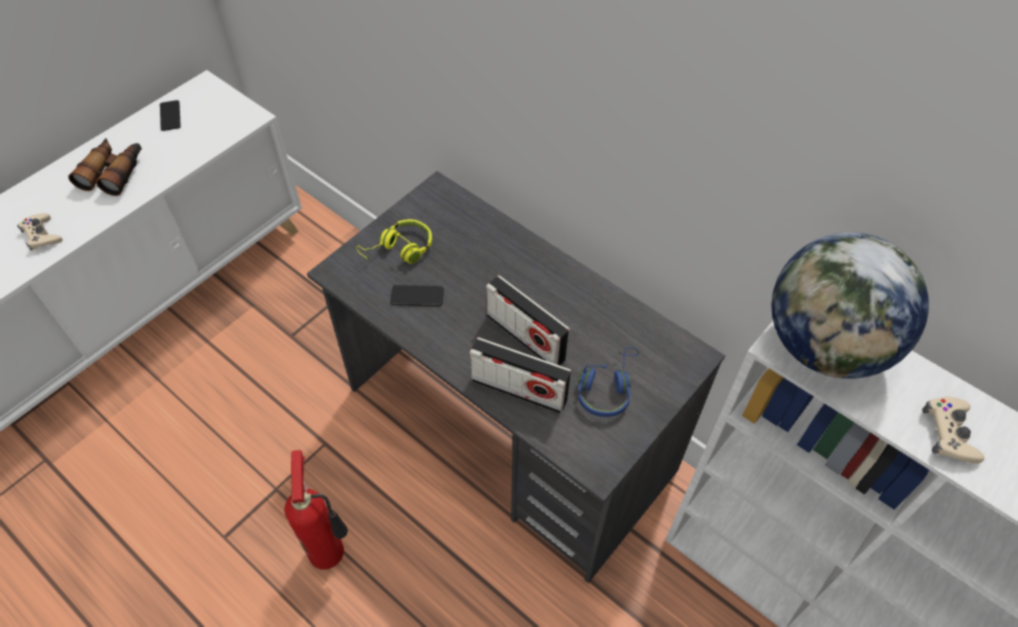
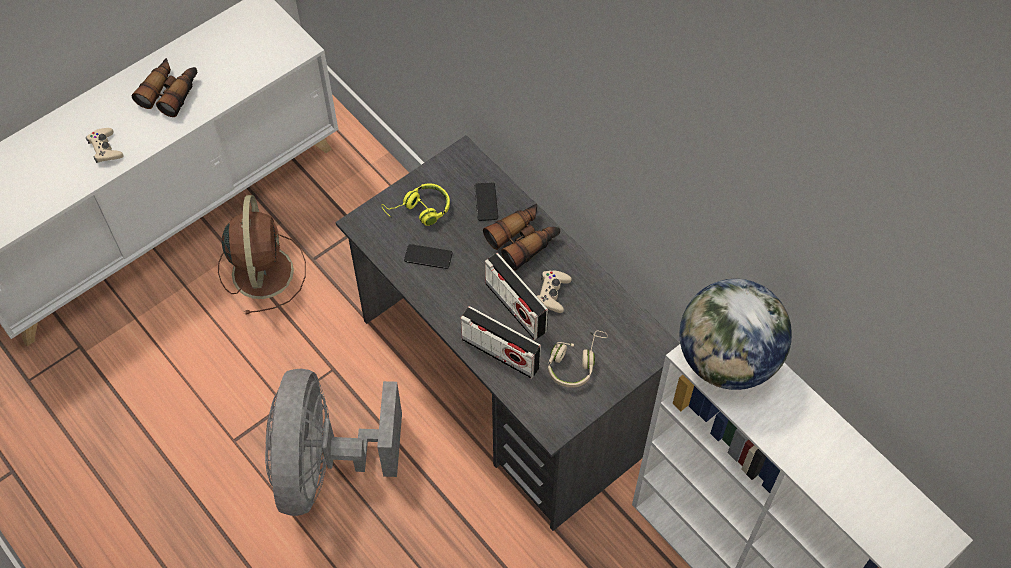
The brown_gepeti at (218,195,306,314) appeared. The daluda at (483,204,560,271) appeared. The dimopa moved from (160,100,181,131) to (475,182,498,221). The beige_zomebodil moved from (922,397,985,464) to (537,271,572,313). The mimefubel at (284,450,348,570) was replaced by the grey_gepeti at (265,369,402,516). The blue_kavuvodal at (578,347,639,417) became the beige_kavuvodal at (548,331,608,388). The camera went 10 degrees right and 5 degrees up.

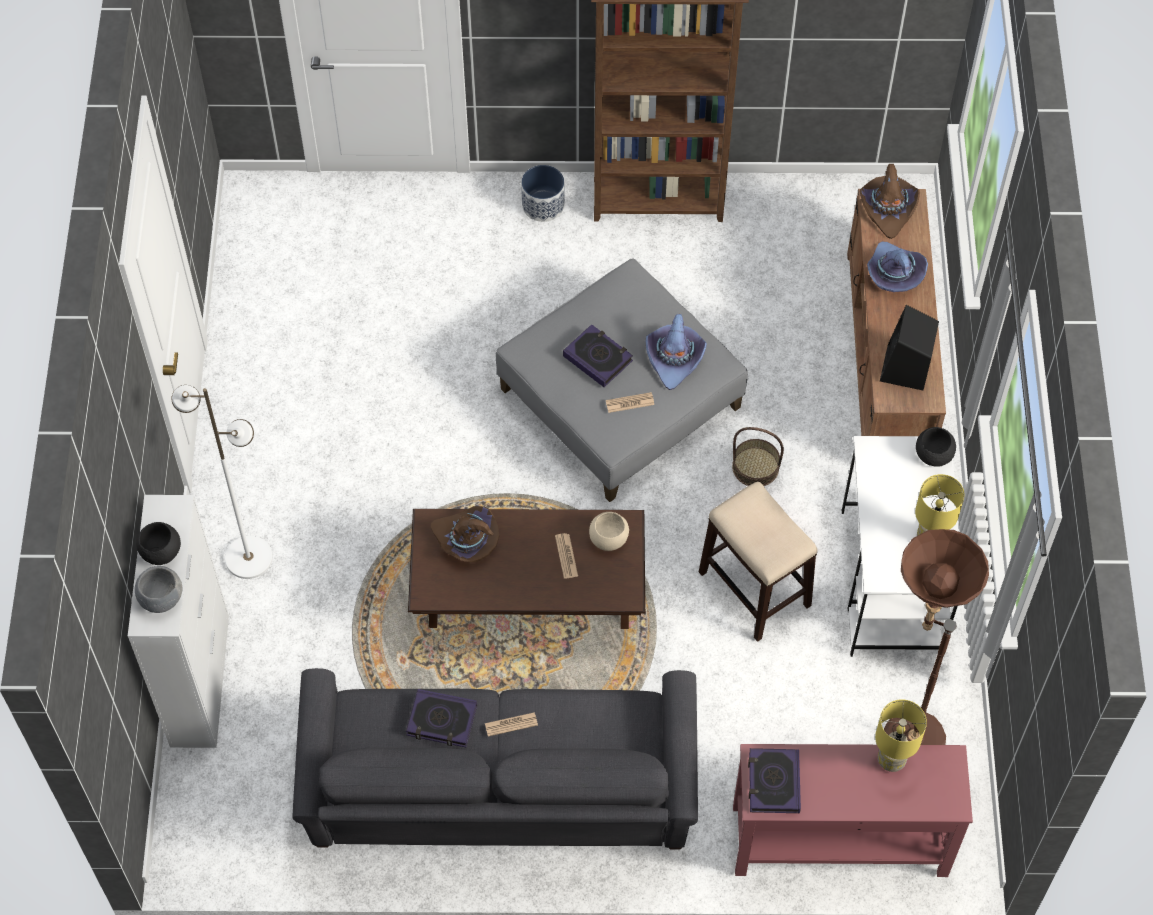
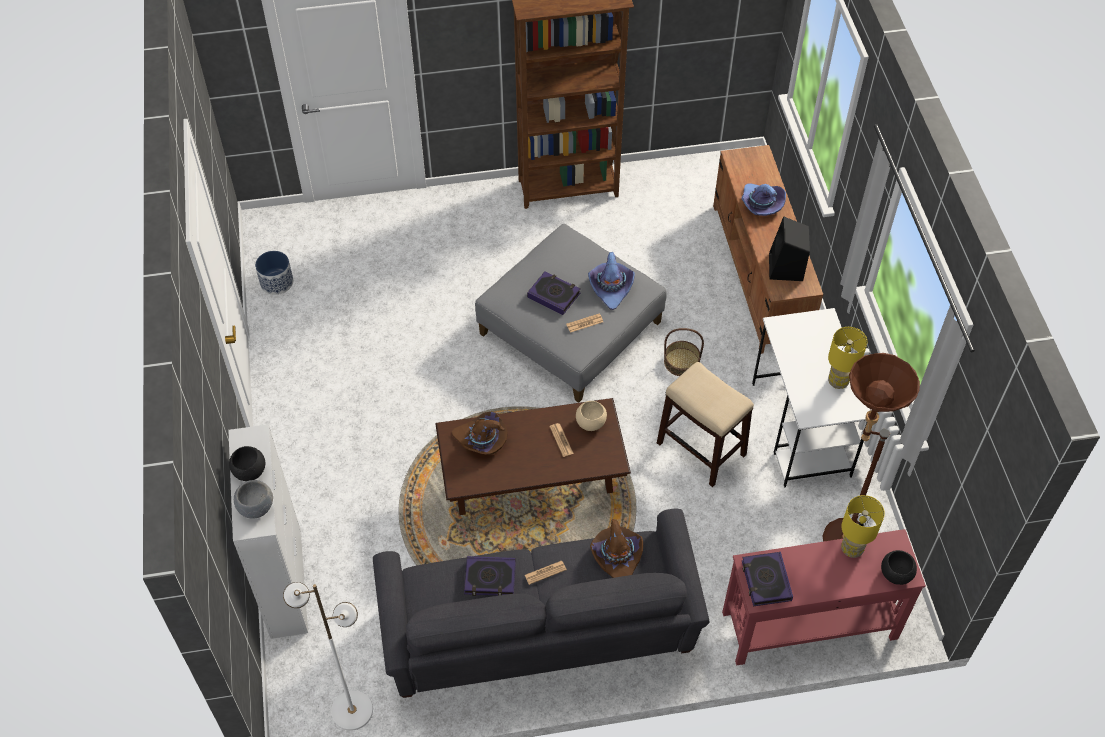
The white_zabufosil moved from (171,385,273,579) to (283,582,373,731). The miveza moved from (521,165,565,222) to (255,251,293,295). The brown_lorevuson moved from (860,164,920,239) to (590,519,643,578). The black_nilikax moved from (916,427,956,467) to (881,550,917,585). The camera went 10 degrees left and 5 degrees down.

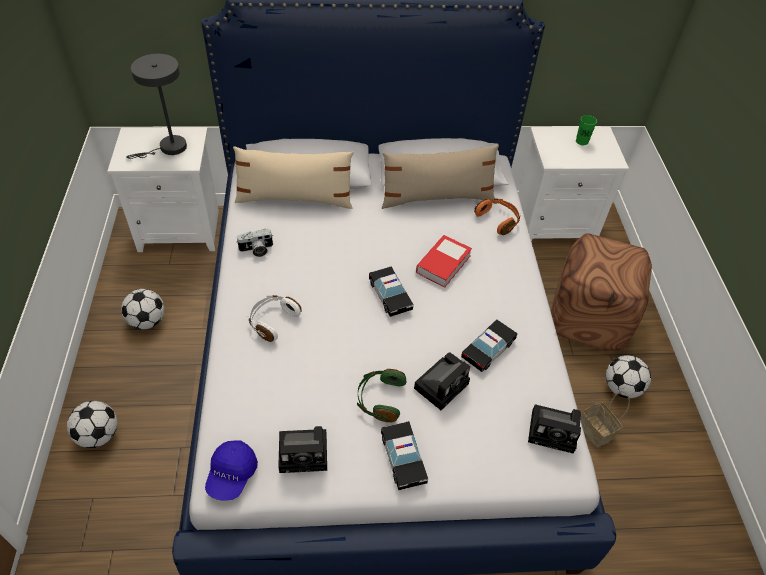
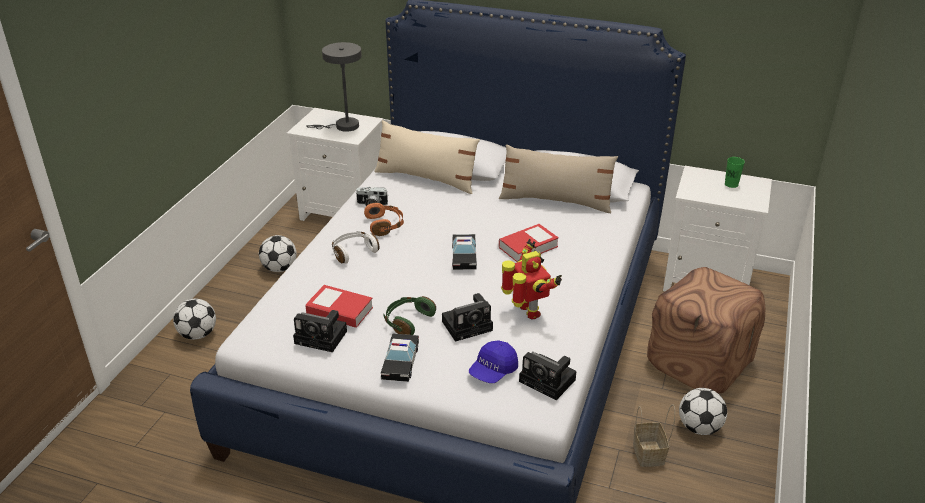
The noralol at (305,285,373,328) appeared. The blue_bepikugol moved from (205,441,258,500) to (469,340,518,383). The orange_kavuvodal moved from (474,198,521,235) to (364,202,404,236). The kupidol at (461,319,518,372) was replaced by the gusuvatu at (501,239,562,320). The camera went 25 degrees right and 15 degrees down.

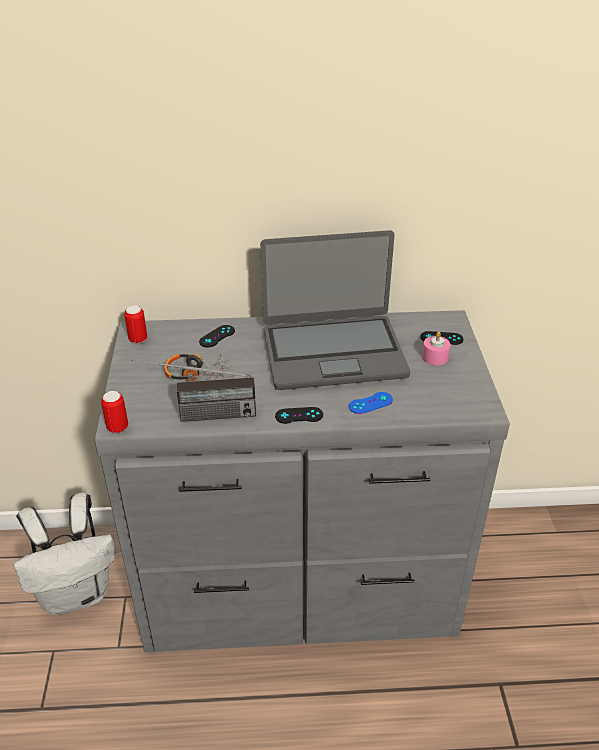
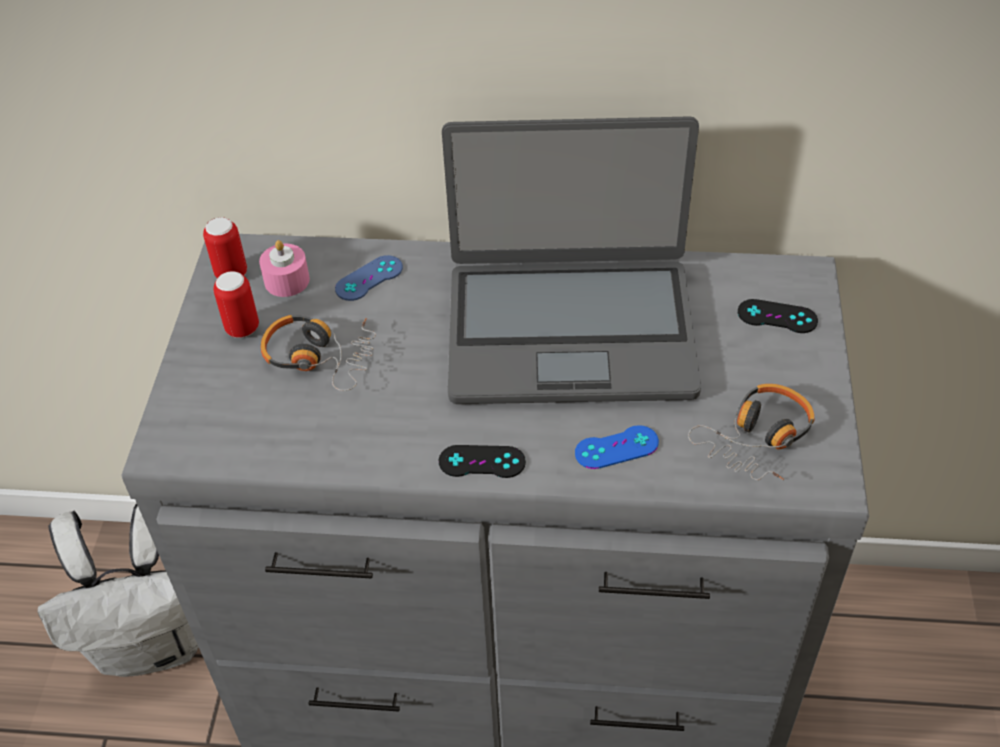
The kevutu at (131,360,256,422) disappeared. The kavuvodal at (688,384,814,480) appeared. The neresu moved from (101,391,128,433) to (213,271,259,338). The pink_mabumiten moved from (422,332,450,365) to (259,240,310,297). The black_zomebodil at (199,325,235,347) became the blue_zomebodil at (335,255,403,301). The camera went 10 degrees right and 10 degrees up.

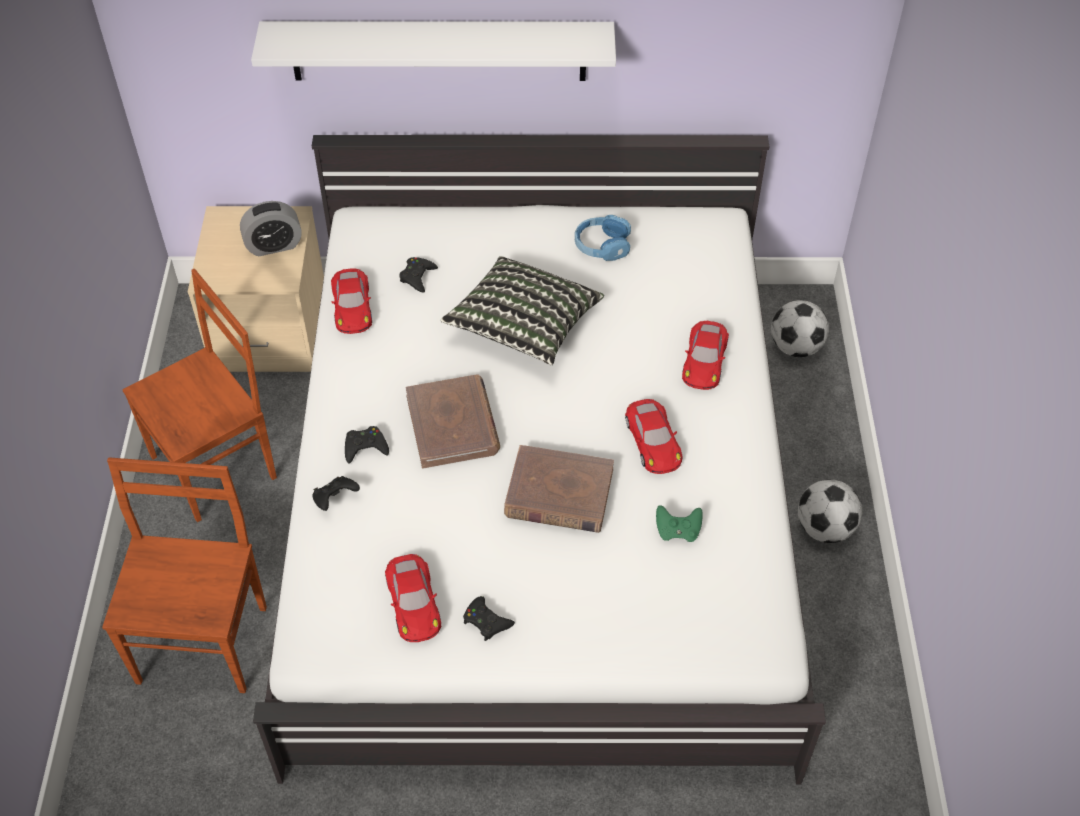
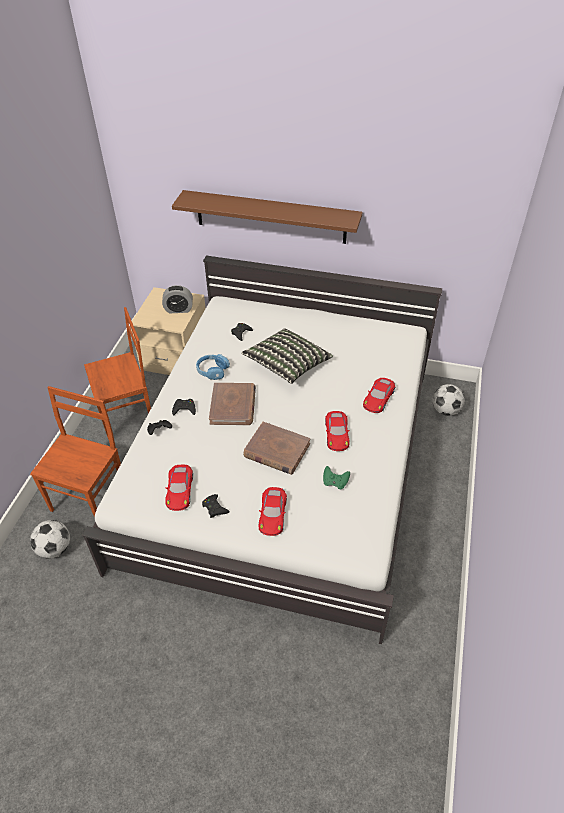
The red_kupidol moved from (331,268,372,334) to (259,487,287,536). The blue_kavuvodal moved from (575,215,631,261) to (196,354,230,380). The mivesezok moved from (798,479,862,543) to (30,520,70,559). The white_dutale at (251,21,616,81) became the brown_dutale at (172,190,362,244). The camera went 15 degrees right and 5 degrees down.

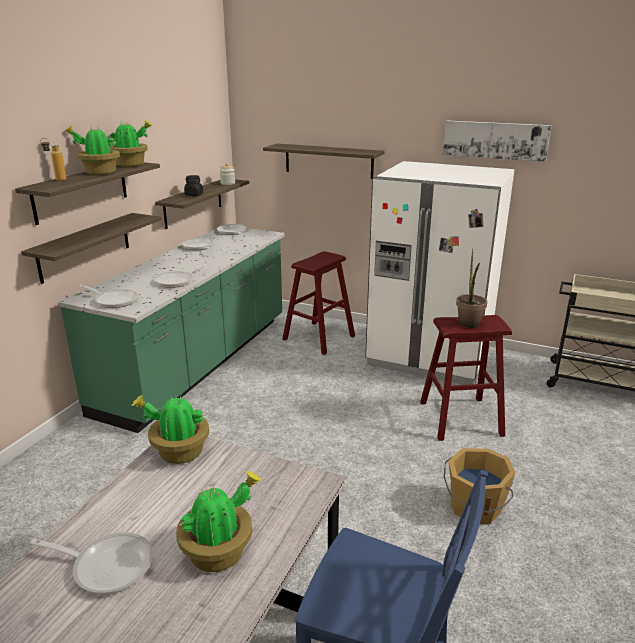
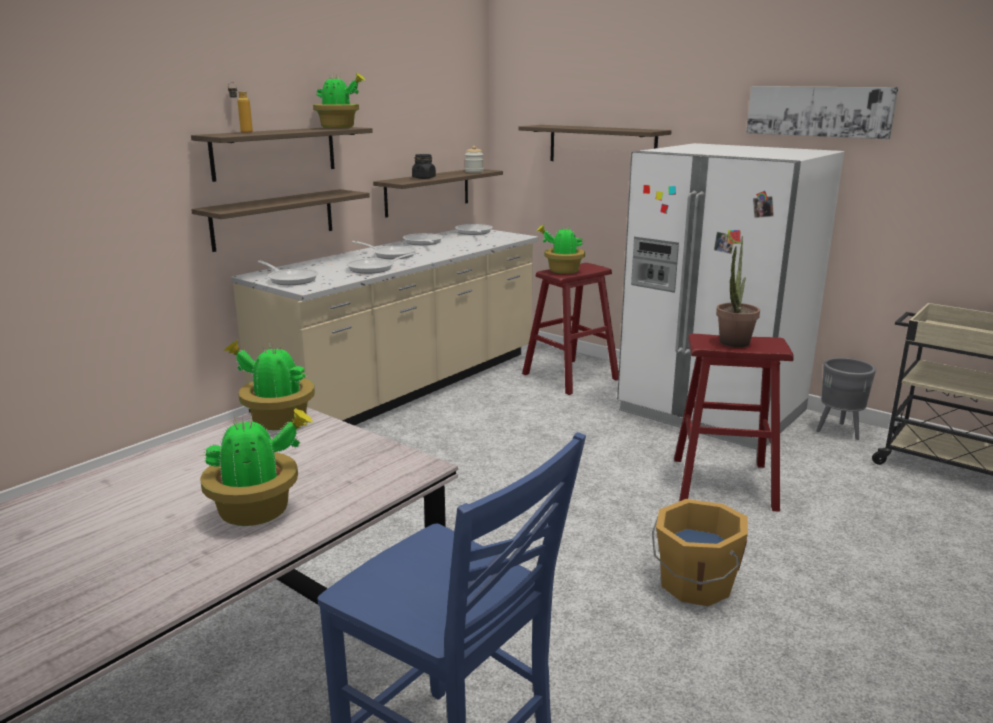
The grey_miveza at (816,358,876,440) appeared. The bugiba moved from (30,532,153,595) to (352,241,416,259). The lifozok moved from (65,125,120,175) to (537,225,585,274). The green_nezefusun at (59,228,285,433) became the beige_nezefusun at (231,229,538,425). The camera went 15 degrees right and 5 degrees down.

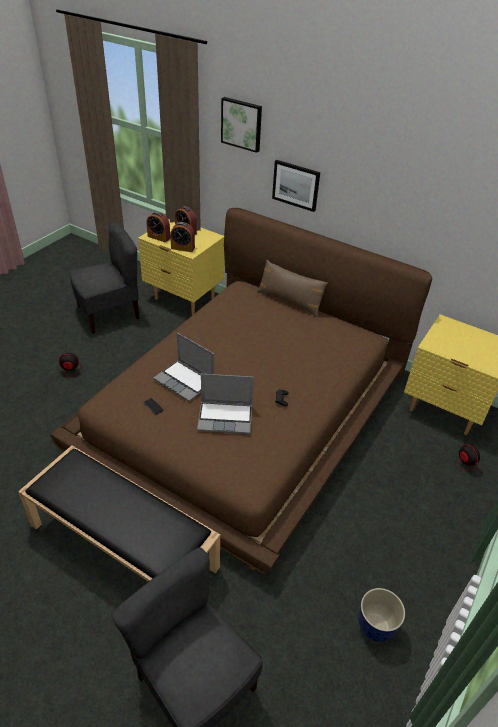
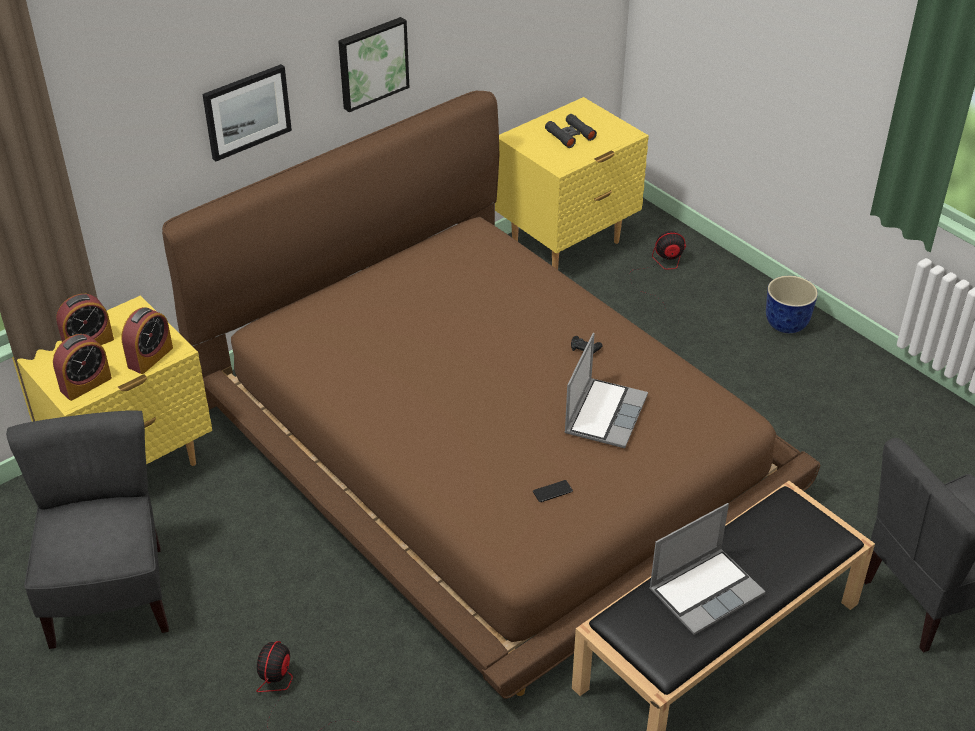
The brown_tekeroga at (257,260,328,317) disappeared. The black_daluda at (545,114,597,148) appeared. The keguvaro moved from (153,333,214,402) to (649,503,765,635). The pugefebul moved from (221,97,262,153) to (338,17,410,112). The miveza moved from (358,588,405,642) to (766,276,818,333). The camera went 70 degrees left and 0 degrees up.

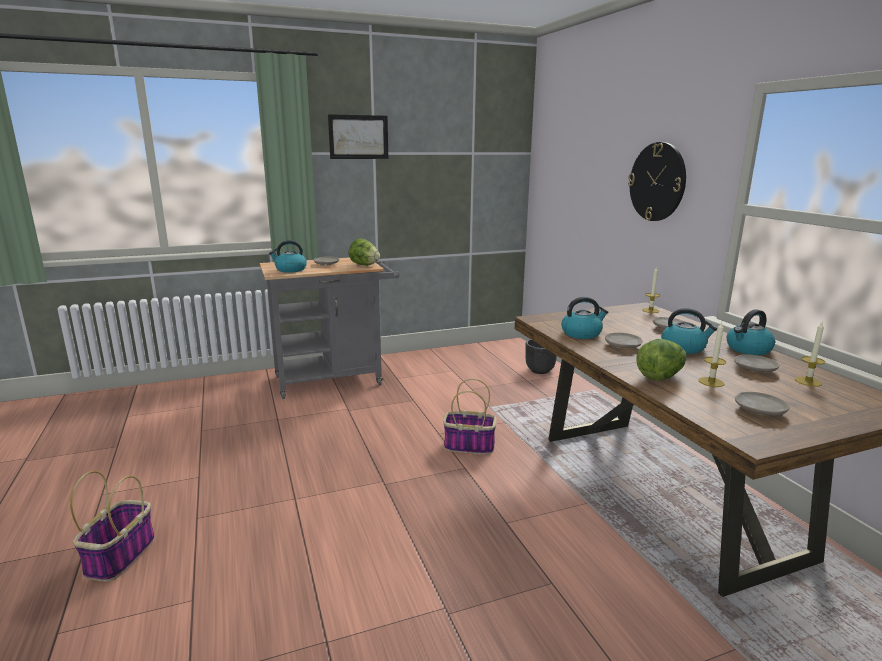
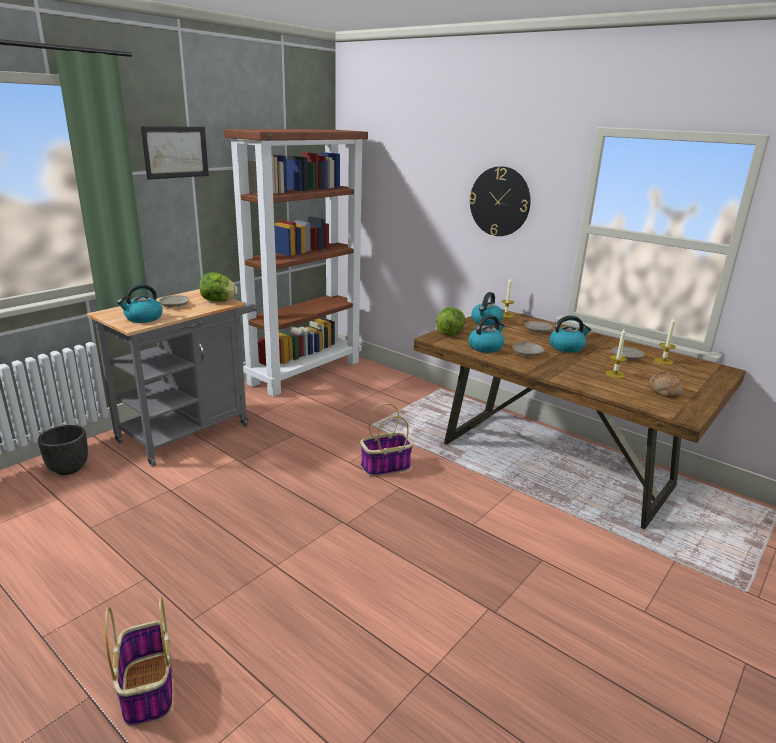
The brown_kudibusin at (224,129,368,397) appeared. The black_miveza moved from (525,339,557,374) to (38,425,88,475). The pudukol moved from (637,339,686,381) to (436,307,465,336). The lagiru moved from (726,309,776,355) to (472,292,503,326). The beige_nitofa at (735,392,790,416) was replaced by the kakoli at (648,372,683,398). The camera went 30 degrees left and 5 degrees up.

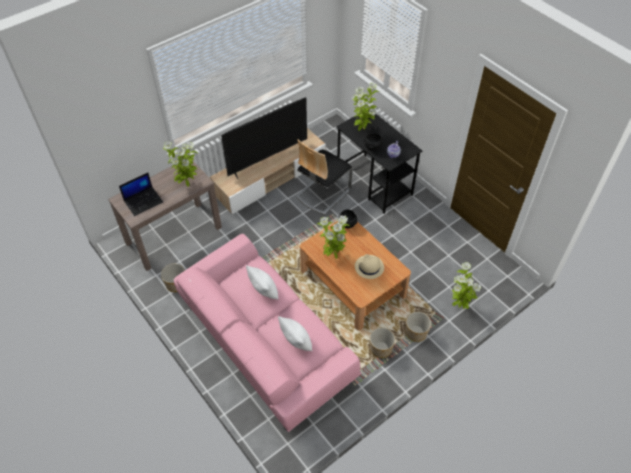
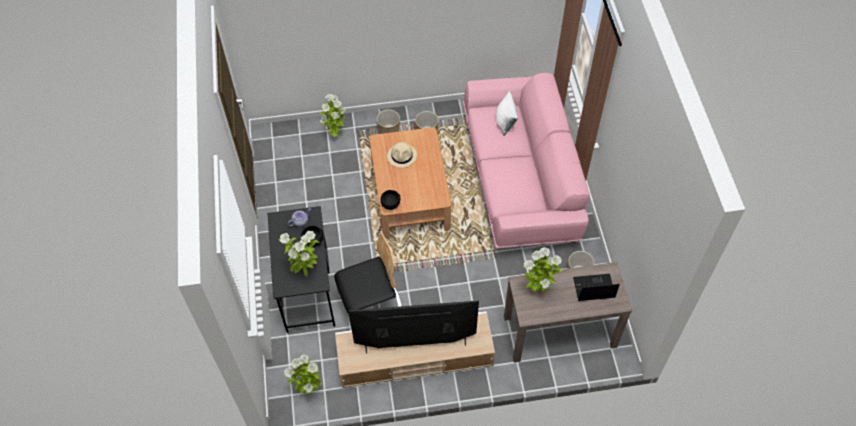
The white_tekeroga at (246,266,279,300) disappeared. The lifozok moved from (317,215,350,259) to (284,354,322,395). The camera went 150 degrees left and 5 degrees up.

